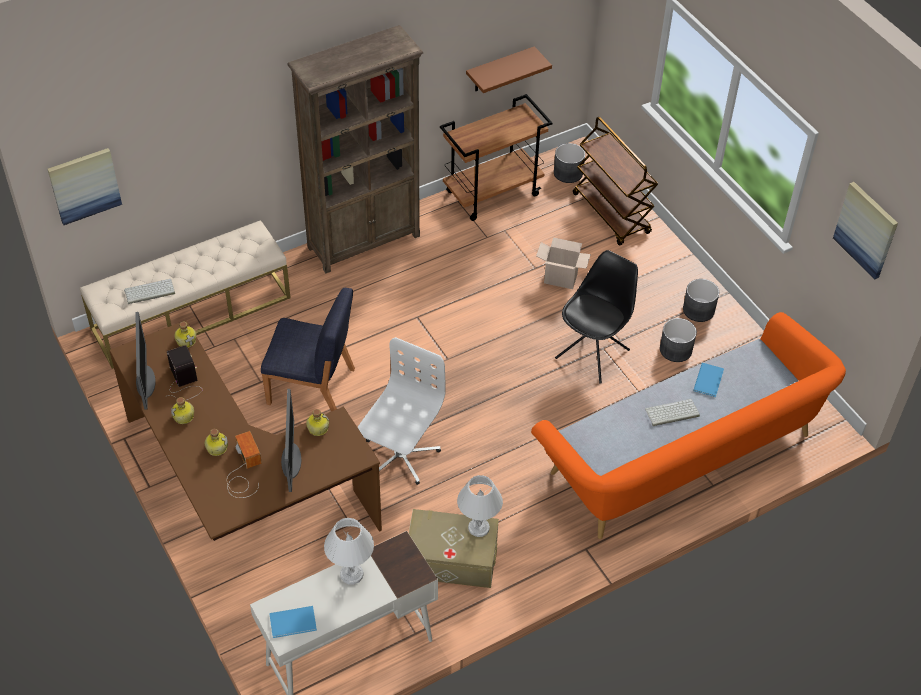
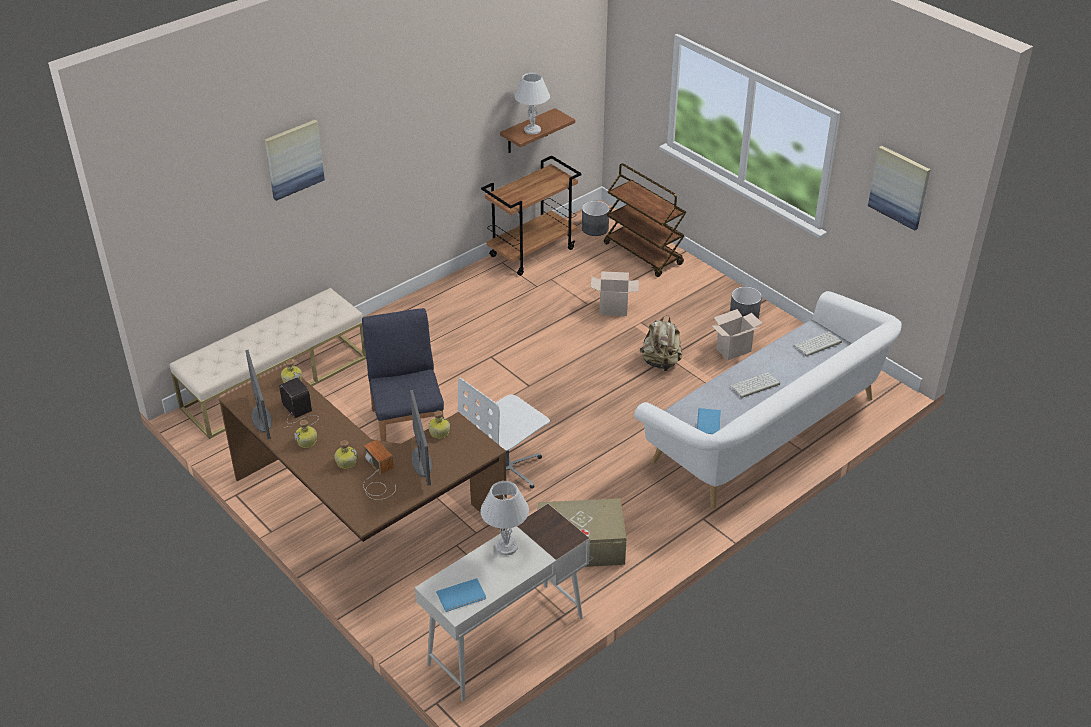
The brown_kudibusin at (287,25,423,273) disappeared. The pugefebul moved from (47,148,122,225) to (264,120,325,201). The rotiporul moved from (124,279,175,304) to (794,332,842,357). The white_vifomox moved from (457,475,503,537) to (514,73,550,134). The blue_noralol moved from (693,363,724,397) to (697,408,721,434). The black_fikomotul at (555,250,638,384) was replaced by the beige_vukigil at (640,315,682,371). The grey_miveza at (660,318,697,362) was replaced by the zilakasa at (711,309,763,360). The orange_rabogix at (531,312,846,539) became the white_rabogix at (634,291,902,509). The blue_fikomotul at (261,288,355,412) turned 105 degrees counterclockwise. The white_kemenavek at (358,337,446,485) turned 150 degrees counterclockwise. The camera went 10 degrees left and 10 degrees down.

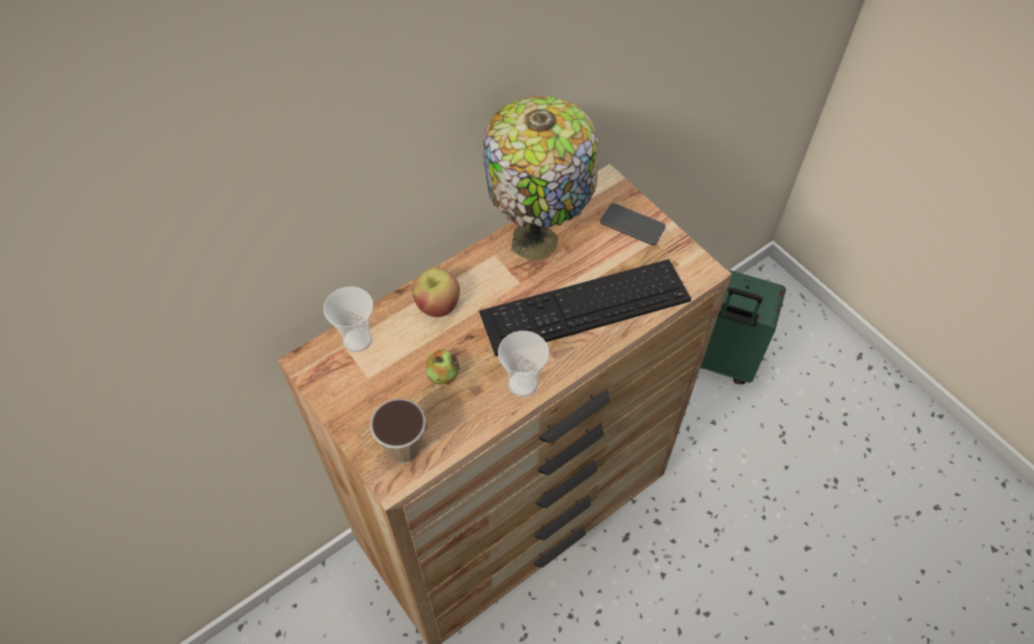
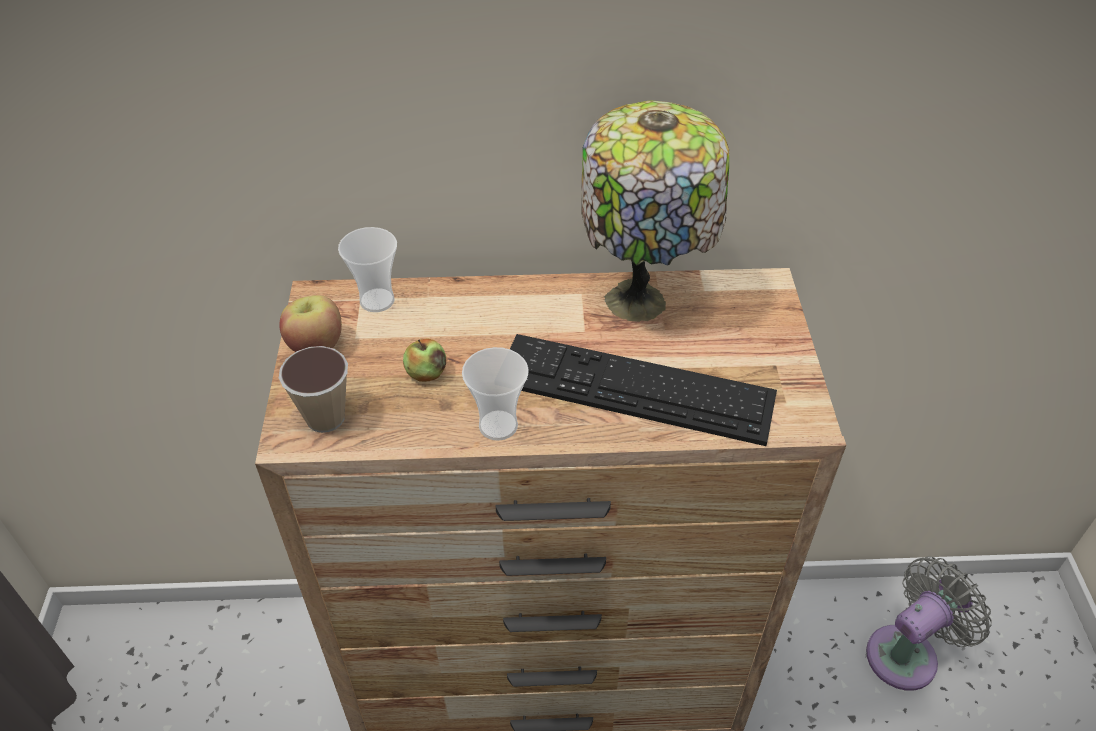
The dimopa at (600,203,666,245) disappeared. The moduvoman moved from (412,267,460,317) to (279,295,342,352). The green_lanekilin at (700,269,786,384) was replaced by the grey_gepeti at (866,556,992,691). The camera went 35 degrees right and 10 degrees down.

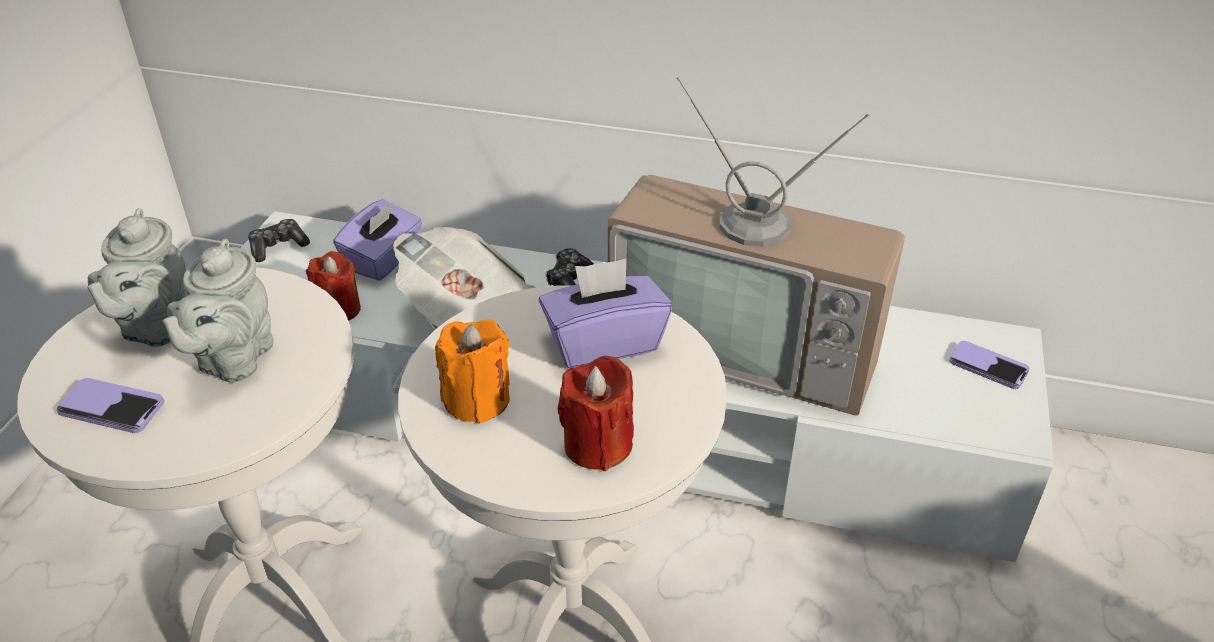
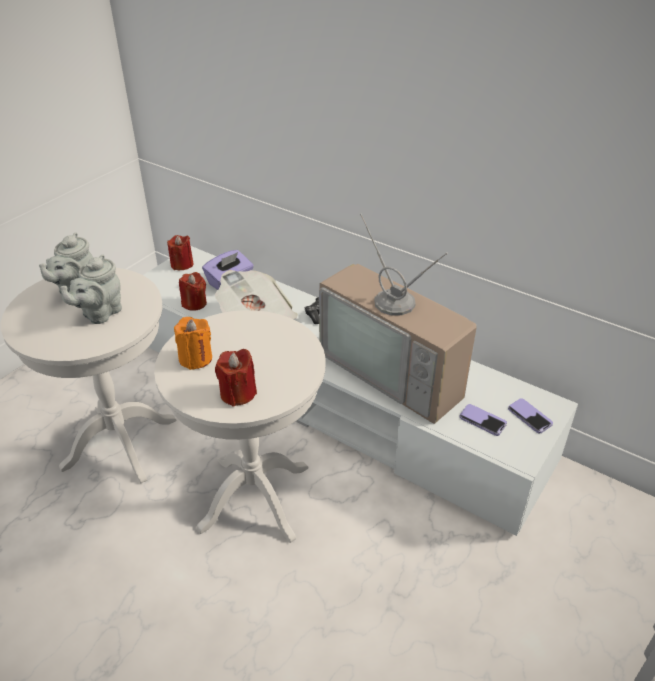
The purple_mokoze at (539,259,672,368) disappeared. The dimopa moved from (56,378,164,433) to (460,404,507,436). The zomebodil at (248,219,310,262) was replaced by the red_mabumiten at (167,235,194,270). The camera went 20 degrees right and 0 degrees up.

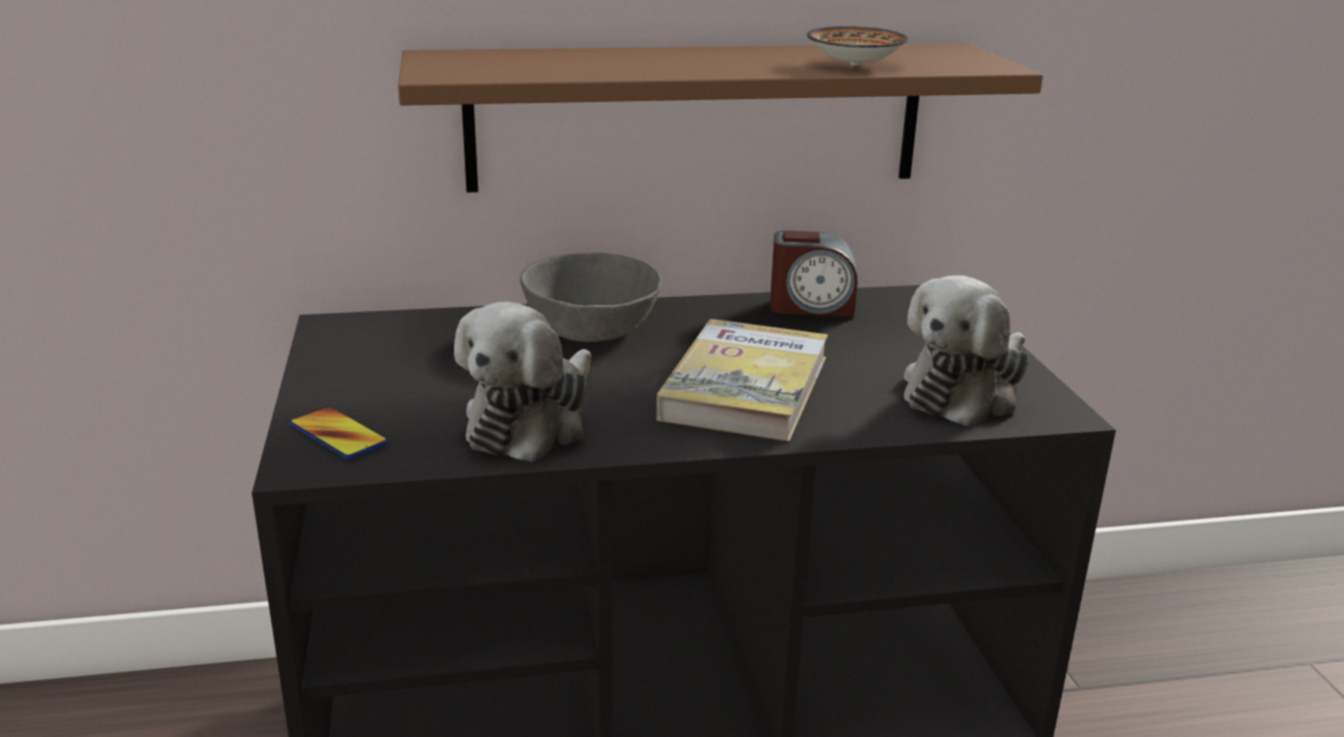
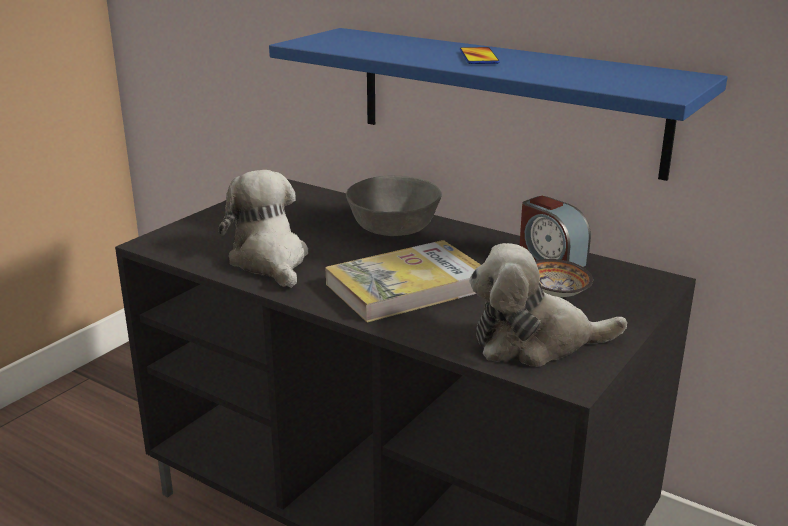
The dimopa moved from (289,406,388,459) to (460,47,500,64). The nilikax moved from (806,26,909,65) to (535,259,593,297). The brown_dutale at (398,44,1043,192) became the blue_dutale at (269,28,727,181). The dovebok at (454,302,591,462) turned 90 degrees clockwise. The camera went 45 degrees right and 0 degrees up.

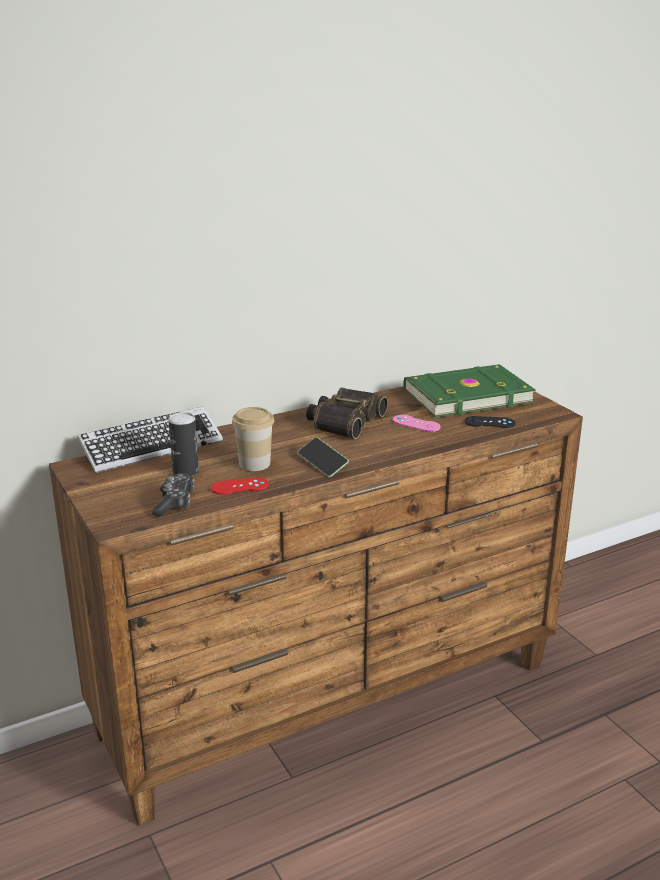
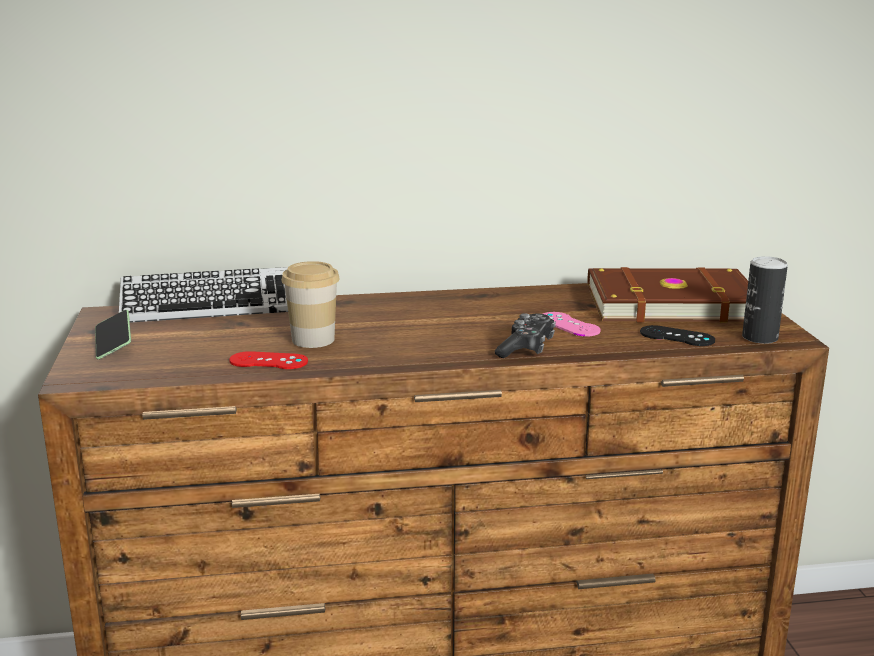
The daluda at (306,388,388,439) disappeared. The zomebodil moved from (152,473,194,516) to (495,313,556,358). The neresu moved from (168,412,199,477) to (742,256,788,344). The dimopa moved from (297,437,349,477) to (95,310,131,359). The green_noralol at (404,364,535,418) became the brown_noralol at (587,267,748,323). The camera went 20 degrees right and 5 degrees down.

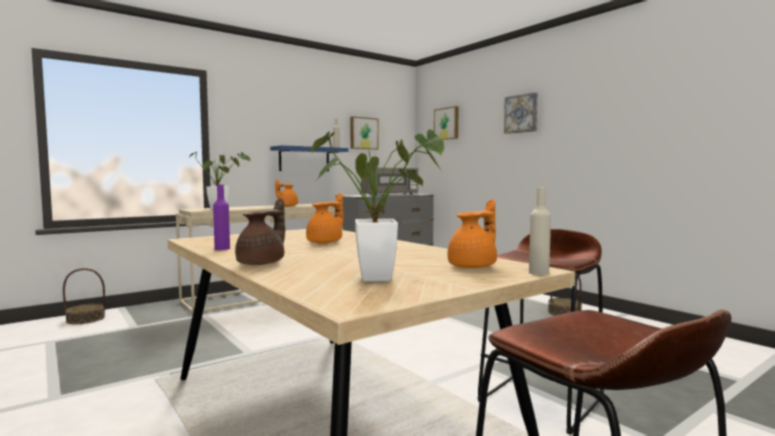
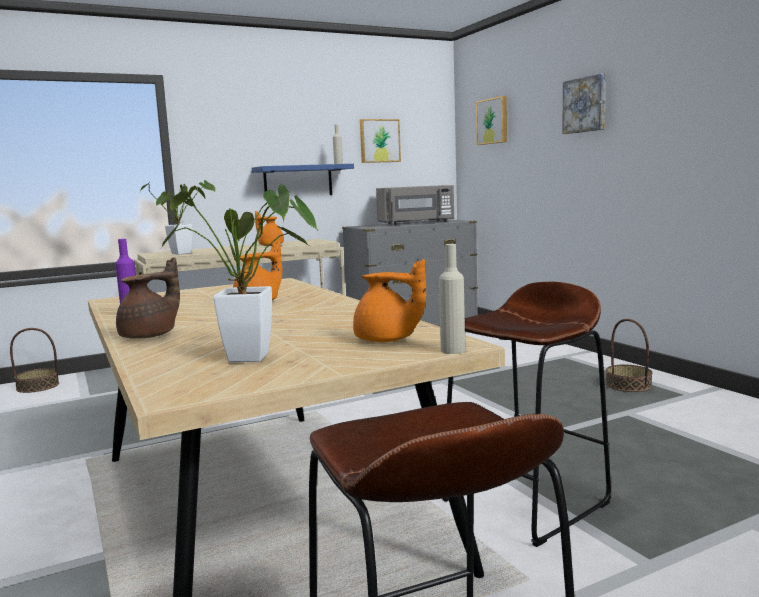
The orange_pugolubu at (447,199,497,268) turned 60 degrees clockwise. The camera went 10 degrees right and 5 degrees up.

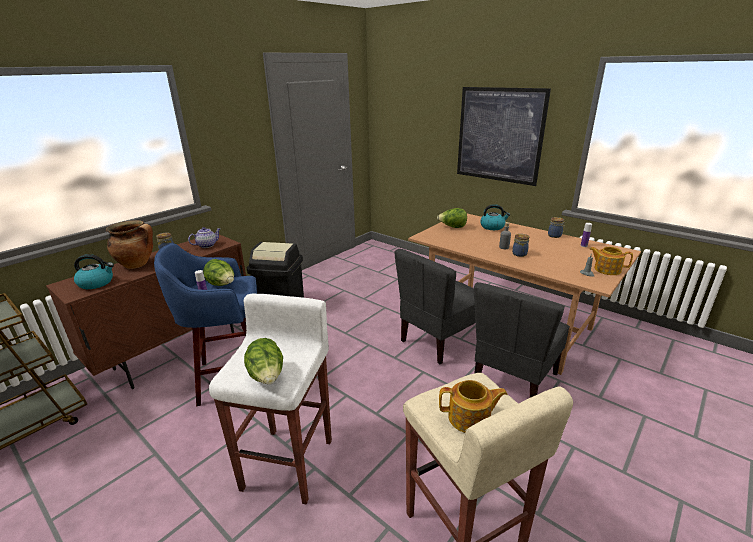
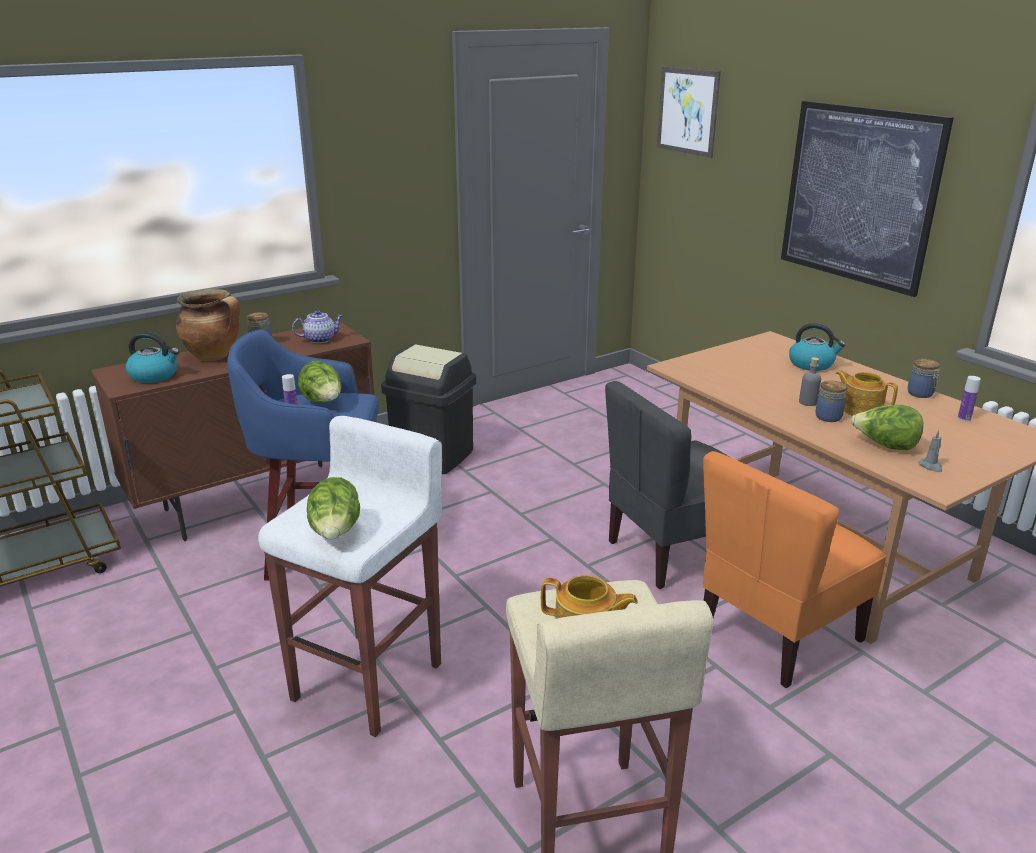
The pugefebul at (657,66,721,158) appeared. The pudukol moved from (437,208,467,228) to (851,405,923,450). The pugolubu moved from (589,247,633,275) to (835,370,898,416). The grey_fikomotul at (474,282,570,398) became the orange_fikomotul at (703,451,887,688). The camera went 15 degrees right and 0 degrees up.

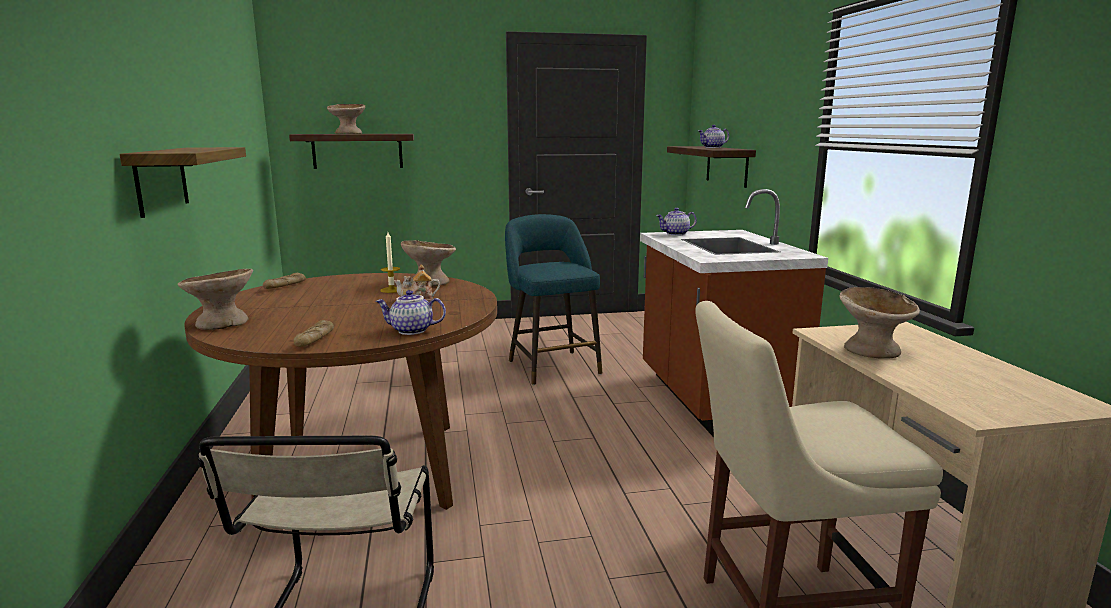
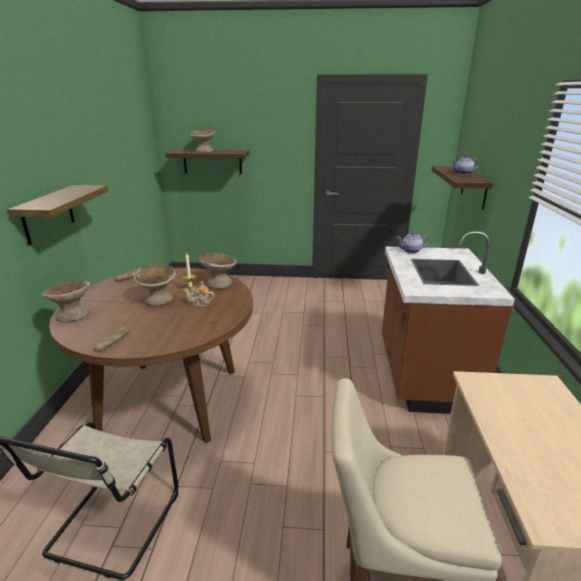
The pugolubu at (376,290,446,335) disappeared. The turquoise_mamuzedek at (505,214,602,385) disappeared. The beige_nilikax moved from (839,287,920,359) to (134,264,176,306). The camera went 15 degrees right and 10 degrees up.

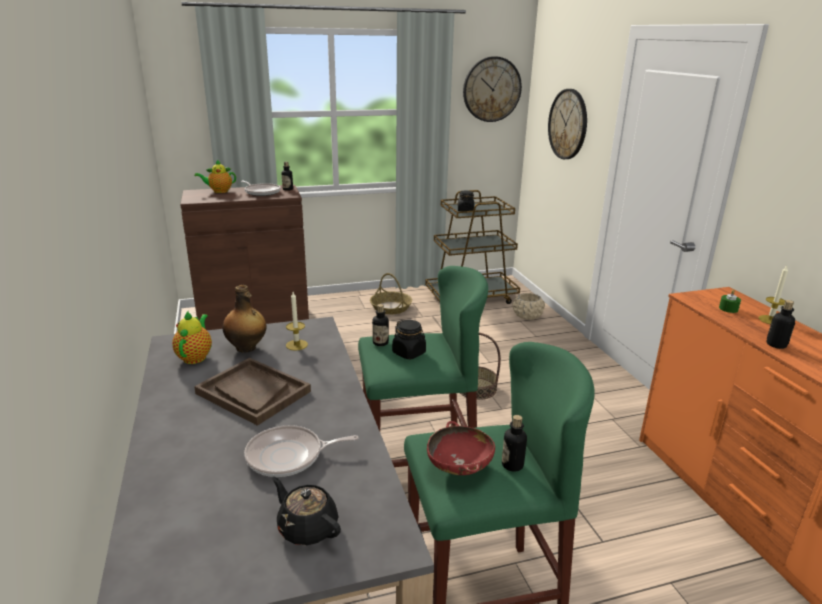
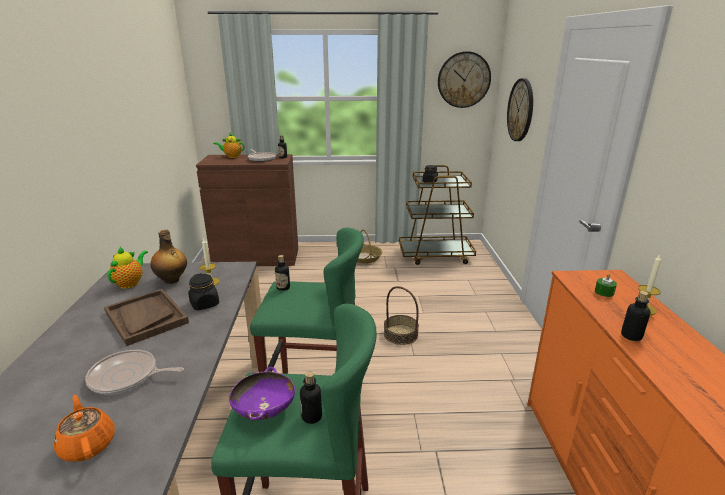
The beige_miveza at (513,293,545,320) disappeared. The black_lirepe moved from (392,320,426,359) to (188,273,219,310). The black_pugolubu at (272,476,341,545) became the orange_pugolubu at (54,395,115,462). The red_nilikax at (427,421,495,475) became the purple_nilikax at (229,367,295,420). The camera went 15 degrees right and 0 degrees up.

